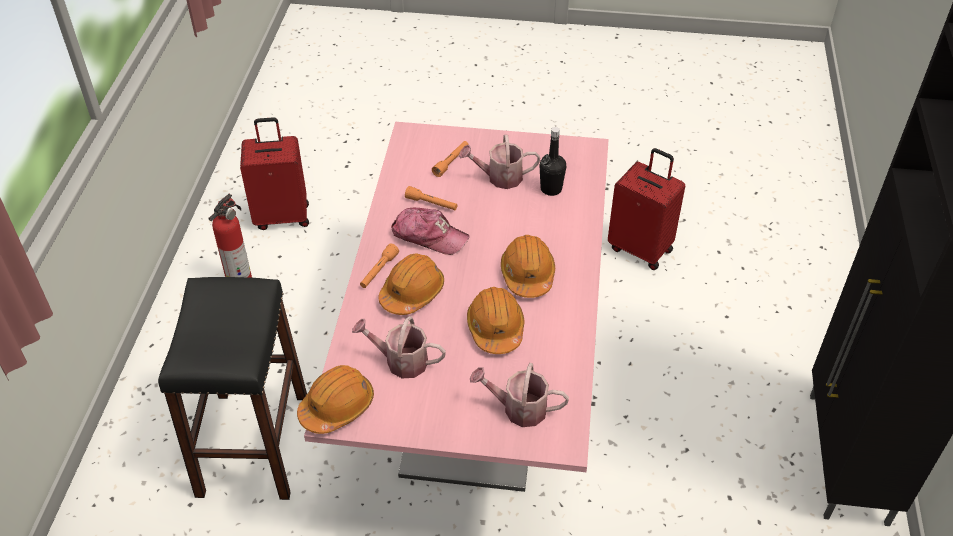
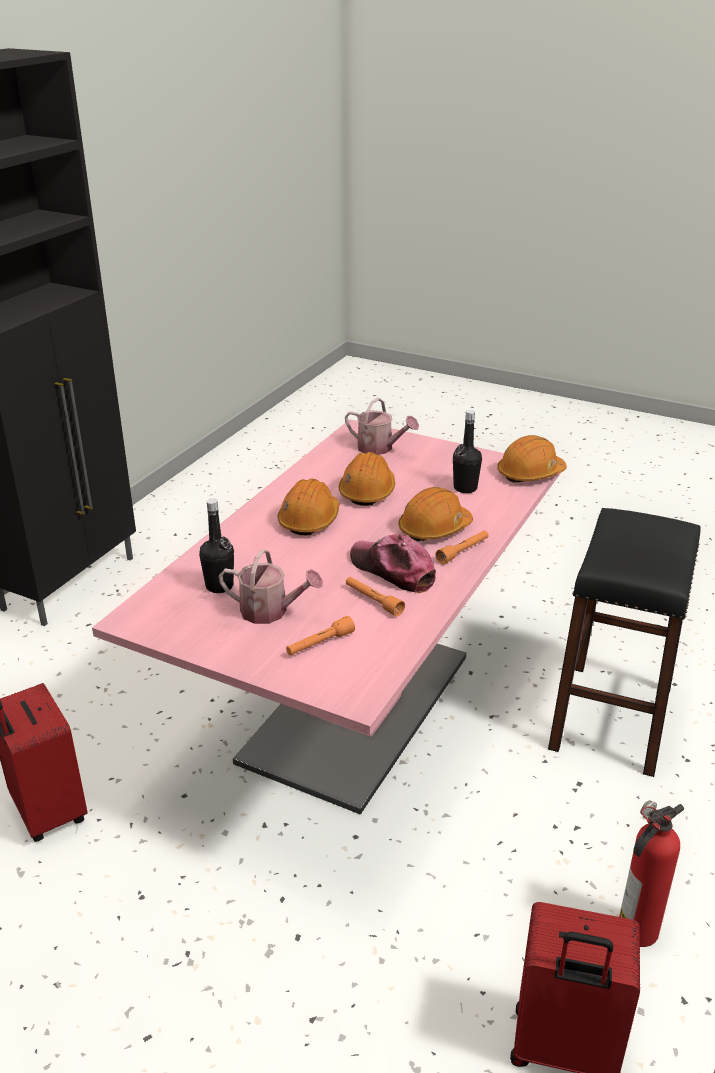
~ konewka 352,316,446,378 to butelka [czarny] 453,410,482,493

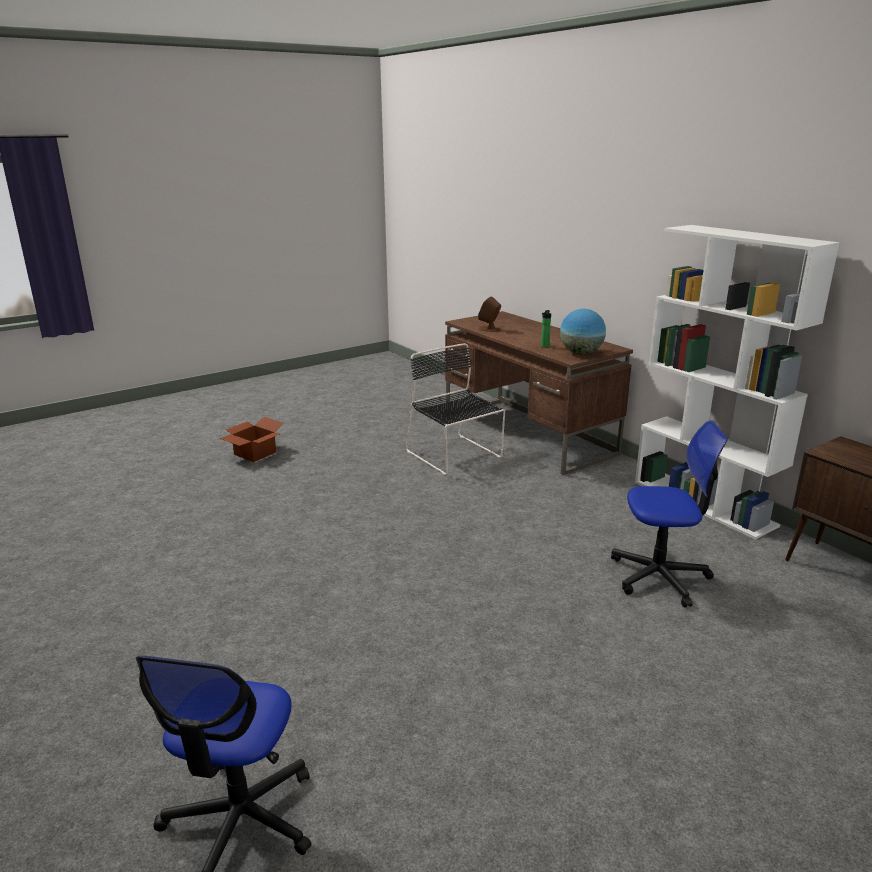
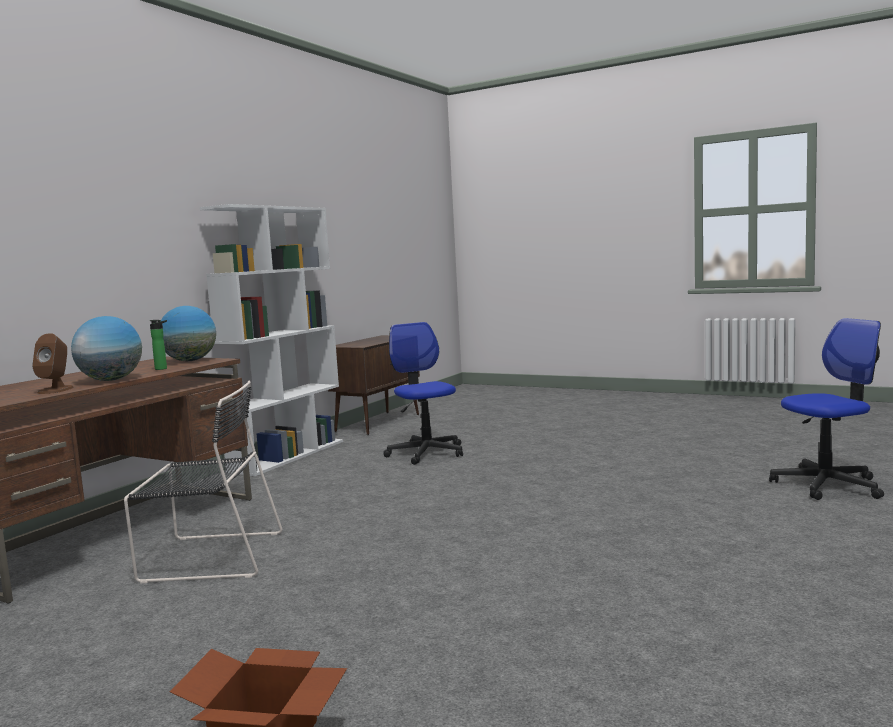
+ globus 71,316,142,381
~ krzesło [czarny] 406,343,505,475 = 124,381,282,583 120 degrees counterclockwise

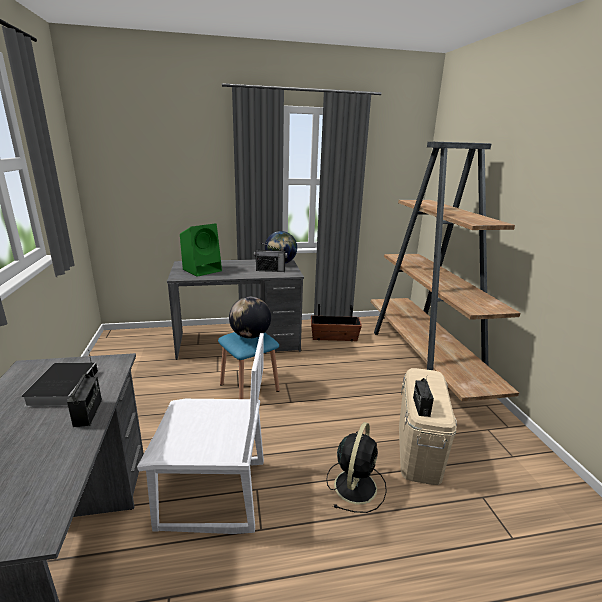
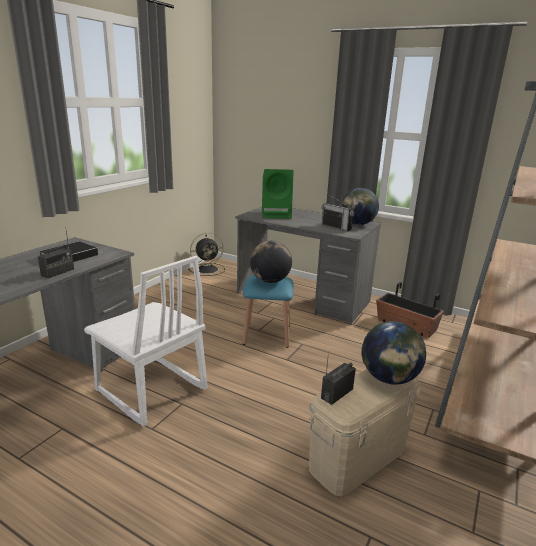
~ wentylator [czarny] 326,422,387,513 to 188,232,225,276
+ globus 361,321,426,385

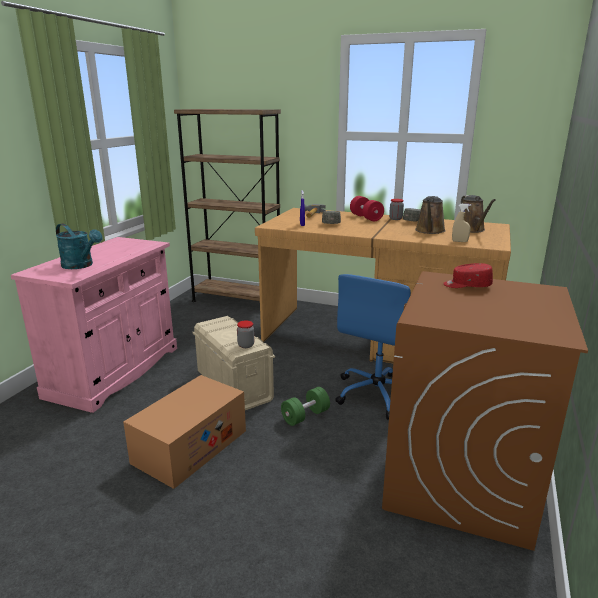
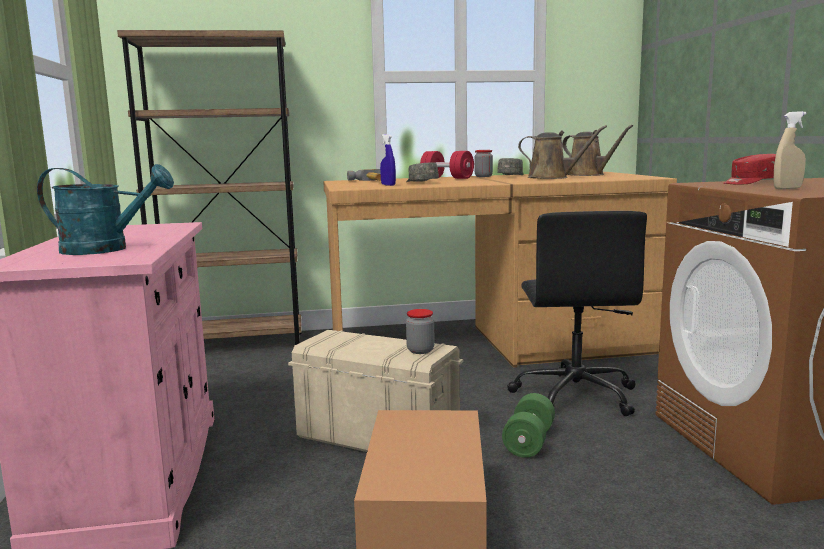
~ krzesło biurowe [niebieski] 335,274,411,420 to krzesło biurowe [czarny] 507,211,647,416
~ konewka [brązowy] 415,196,446,234 = 518,125,607,179 60 degrees counterclockwise
~ spryskiwacz [beżowy] 452,204,471,242 to 774,111,807,189

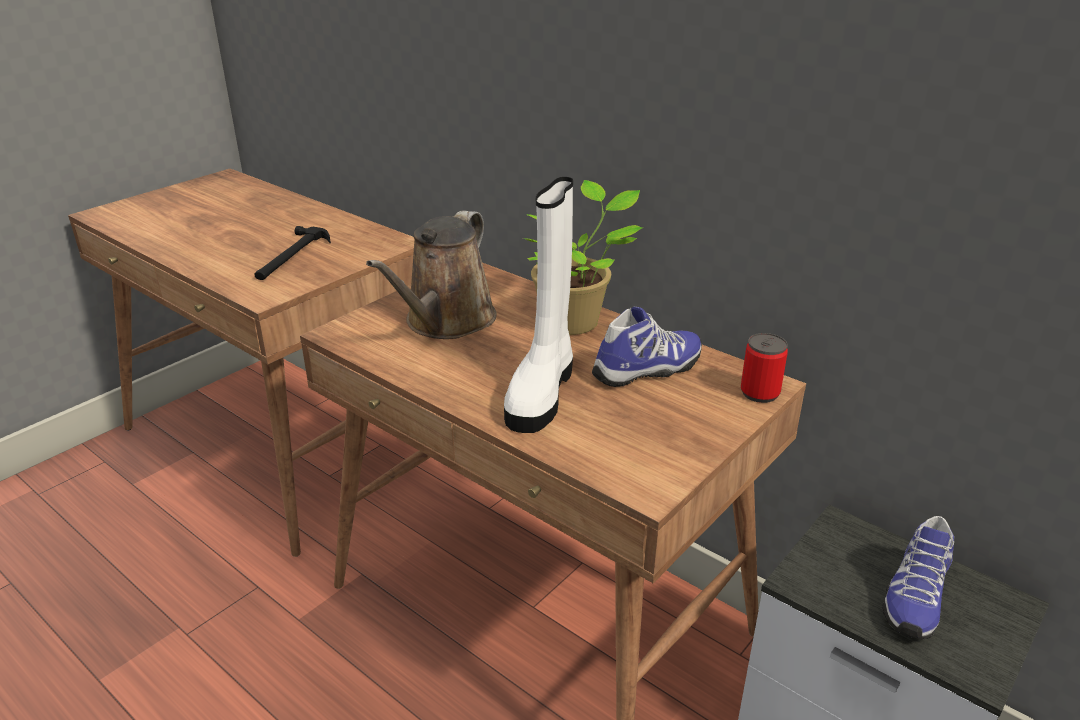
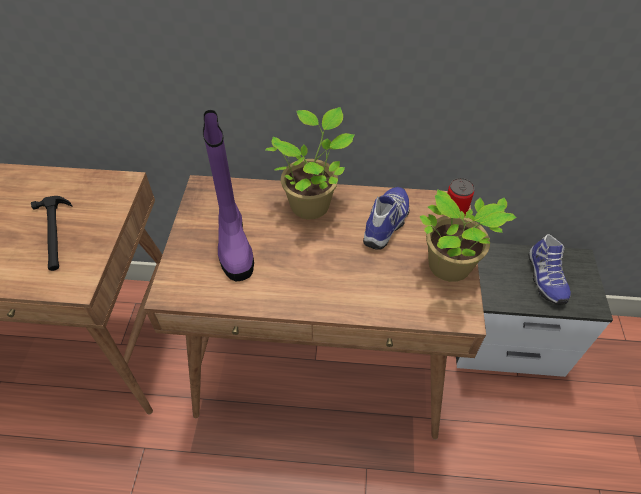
~ konewka [brązowy] 366,211,497,339 to but z cholewką [fioletowy] 203,110,254,281
+ roślina doniczkowa 420,189,517,282
- but z cholewką [biały] 504,177,573,433

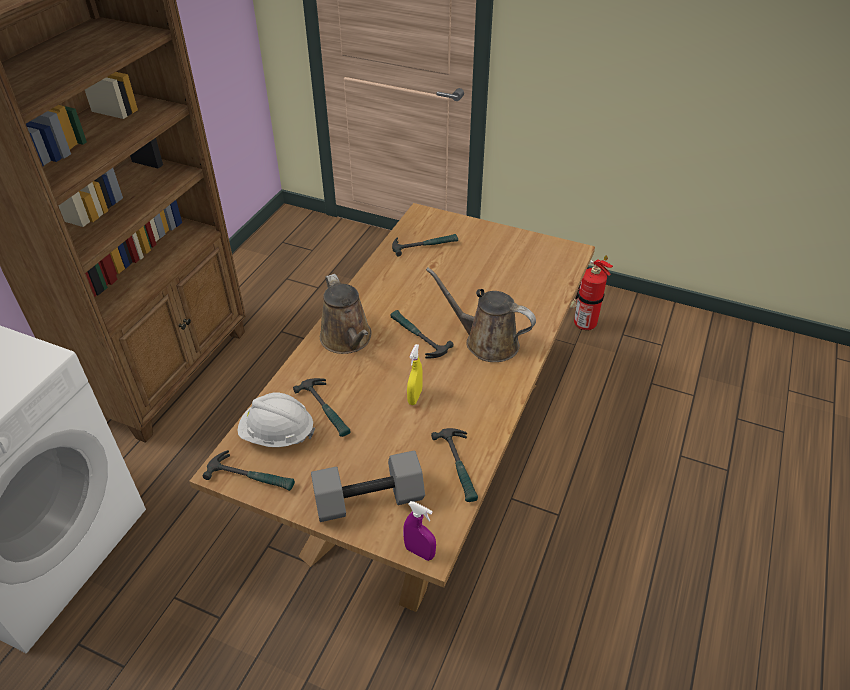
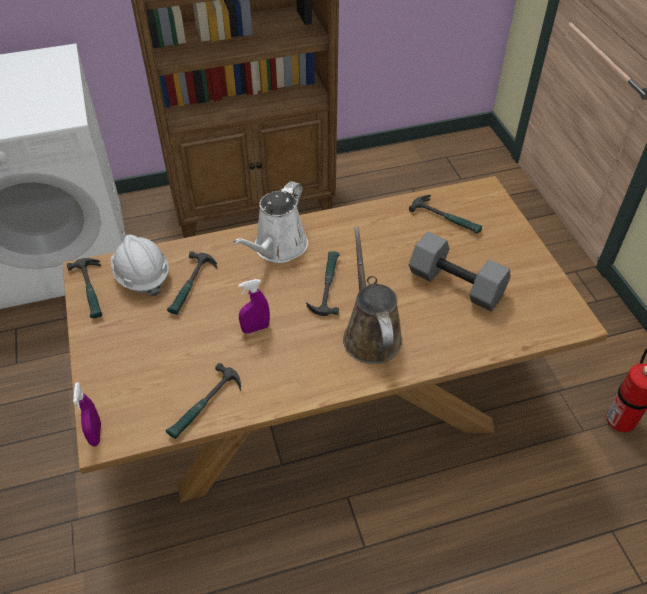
~ konewka [brązowy] 320,274,372,354 to konewka [biały] 232,181,308,263
~ spryskiwacz [żółty] 407,344,423,405 to spryskiwacz [fioletowy] 238,279,270,334
~ hantel [szary] 311,450,425,522 to 409,232,511,311

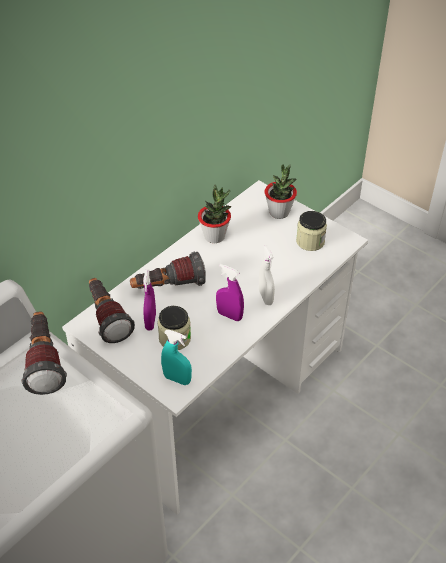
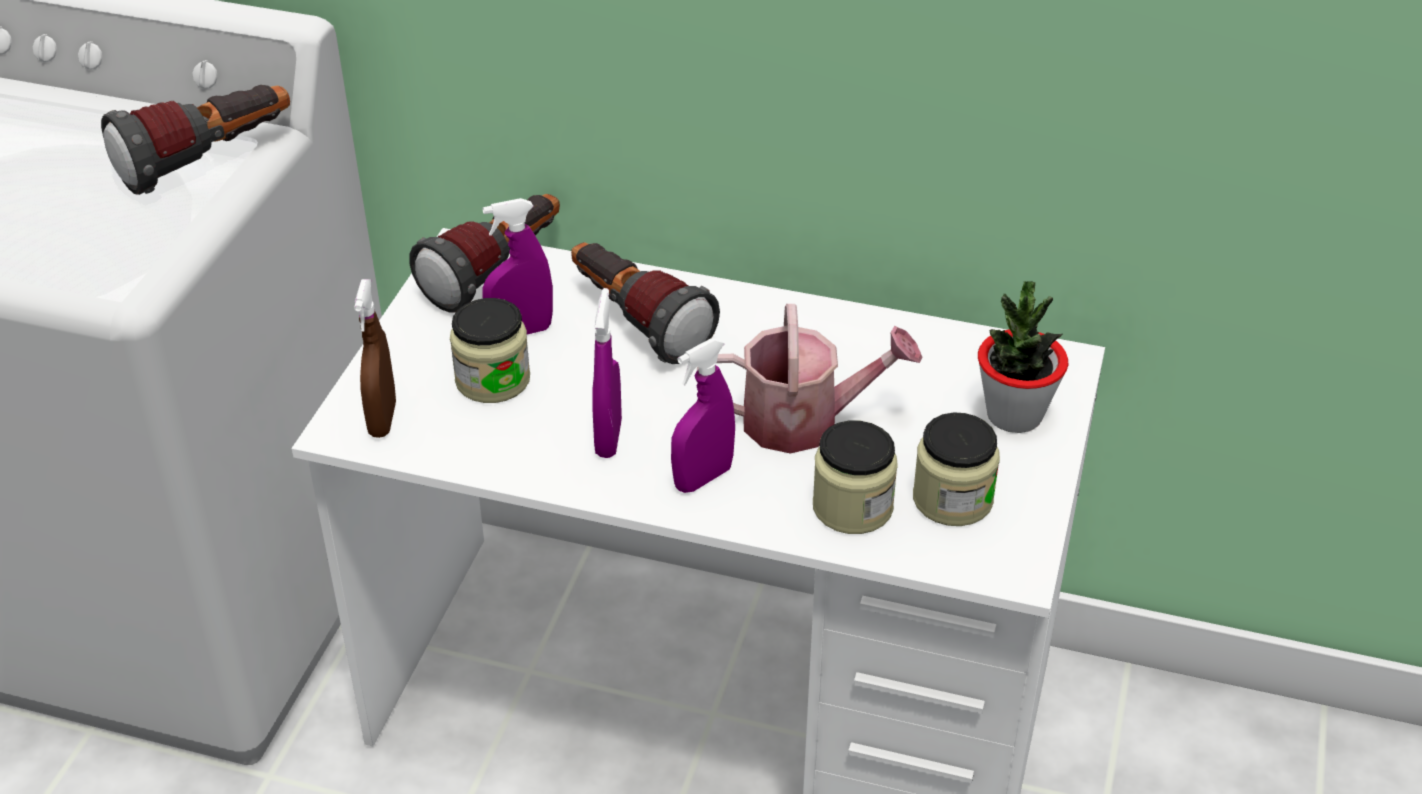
~ spryskiwacz [turkusowy] 161,330,192,385 to spryskiwacz [brązowy] 354,279,396,438
~ spryskiwacz [biały] 259,245,275,305 to spryskiwacz [fioletowy] 671,338,735,493
+ konewka 697,304,922,454
+ słoik 813,420,898,534
- roślina doniczkowa 198,185,232,243

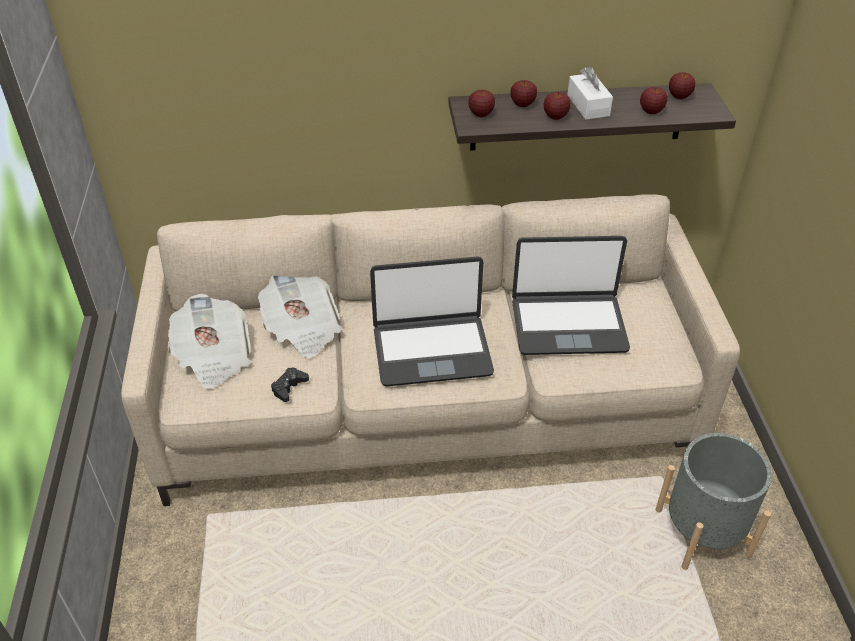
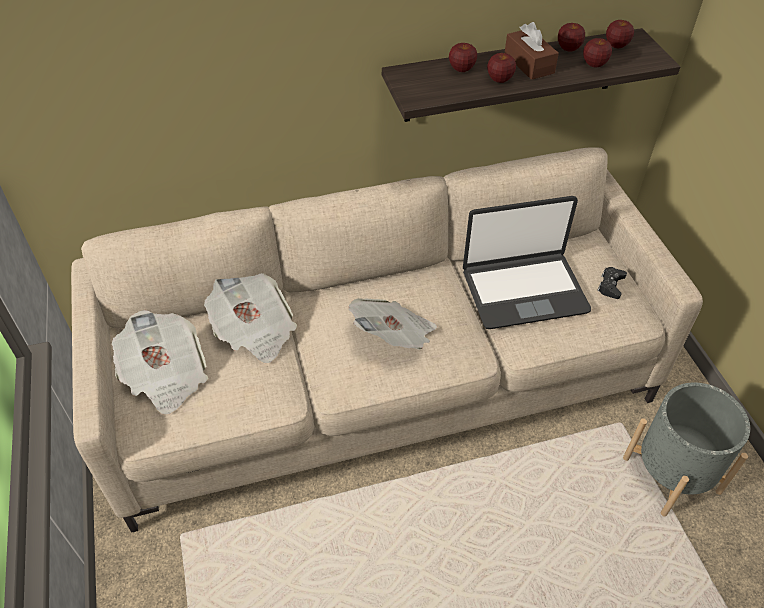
~ laptop 370,256,494,386 to gazeta 349,298,437,349
~ pudełko chusteczek [biały] 567,66,613,120 to pudełko chusteczek [brązowy] 505,22,559,80
~ jabłko 468,90,495,117 to 558,23,585,52
~ pad do gier [czarny] 271,368,309,402 to 597,267,627,299

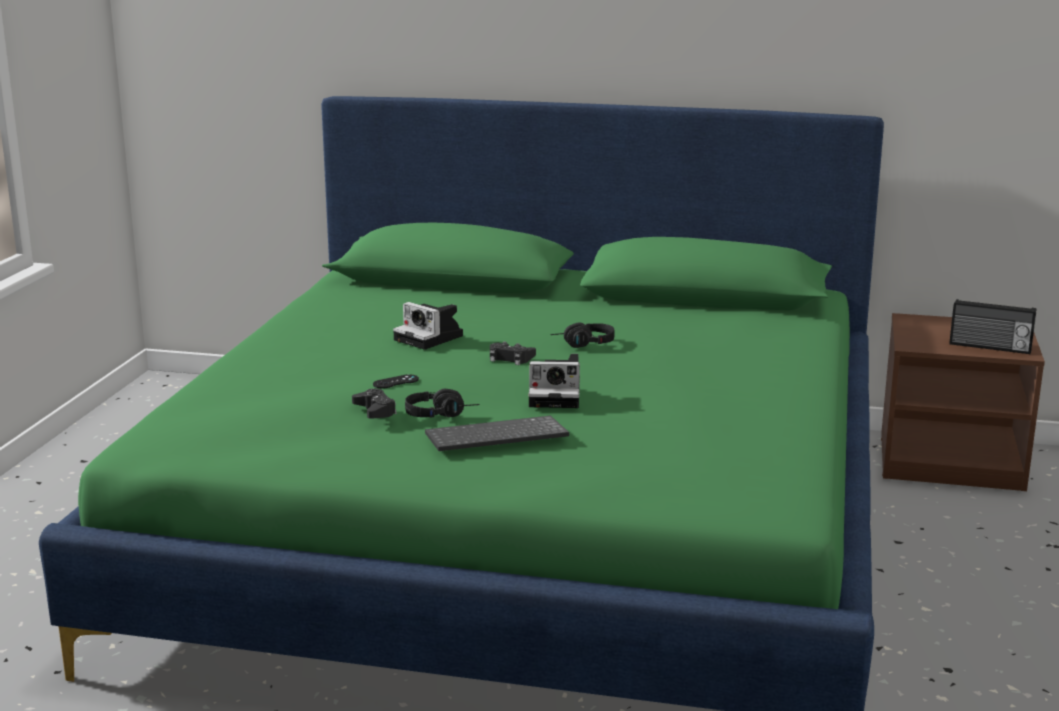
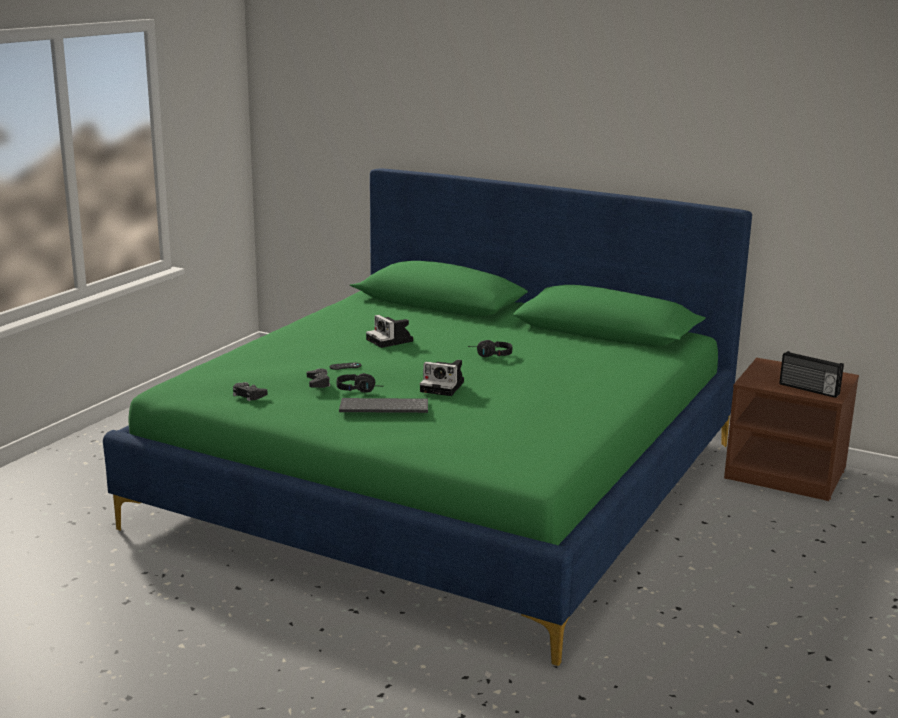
~ pad do gier [czarny] 490,342,536,365 to 233,382,268,401

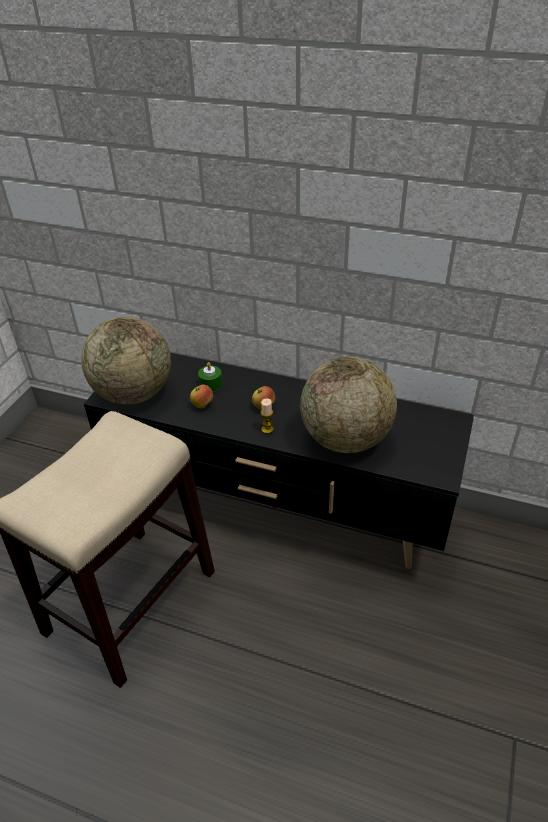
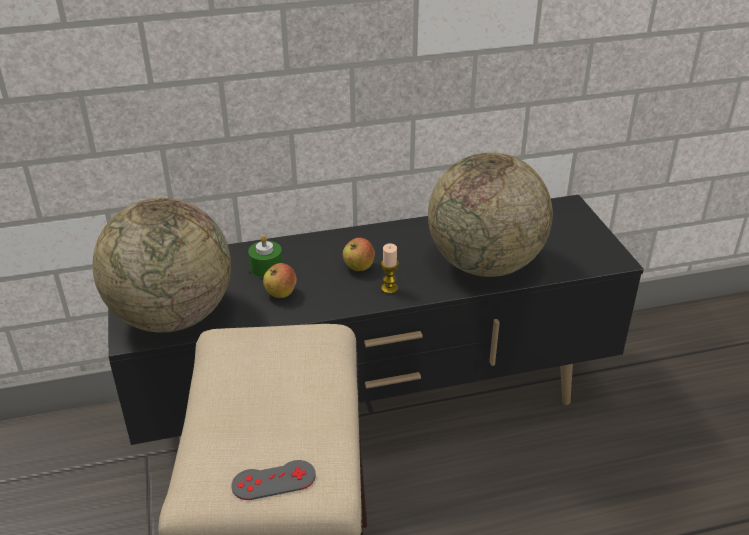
+ pad do gier [szary] 231,460,316,500

